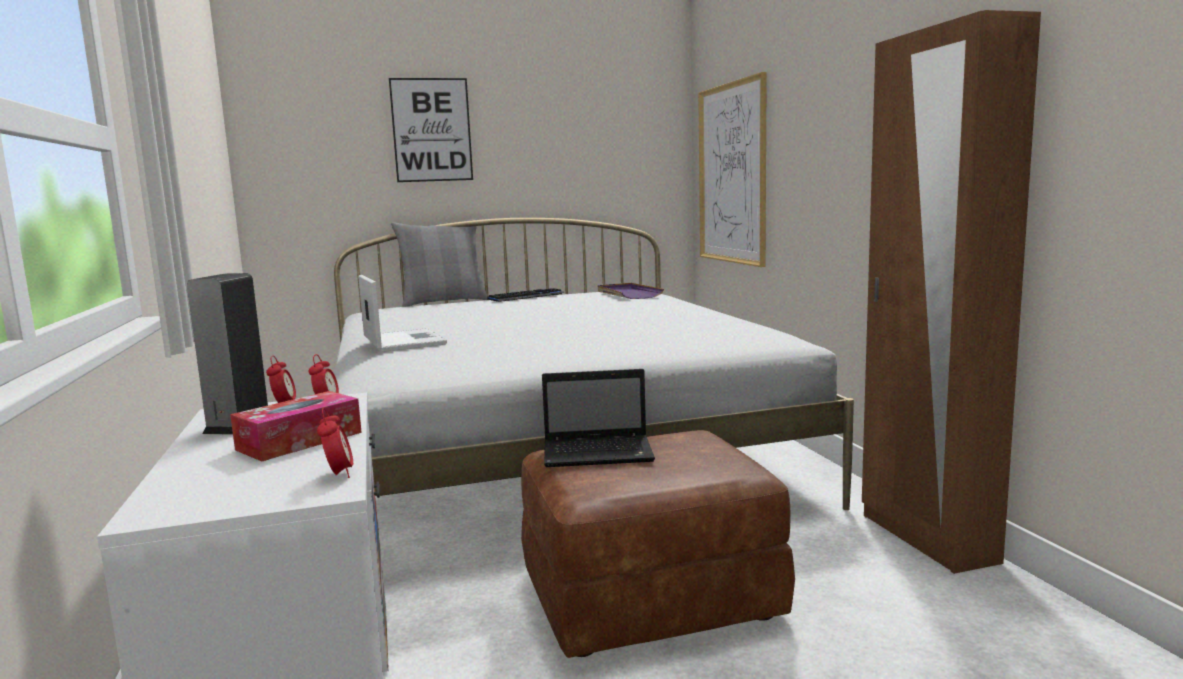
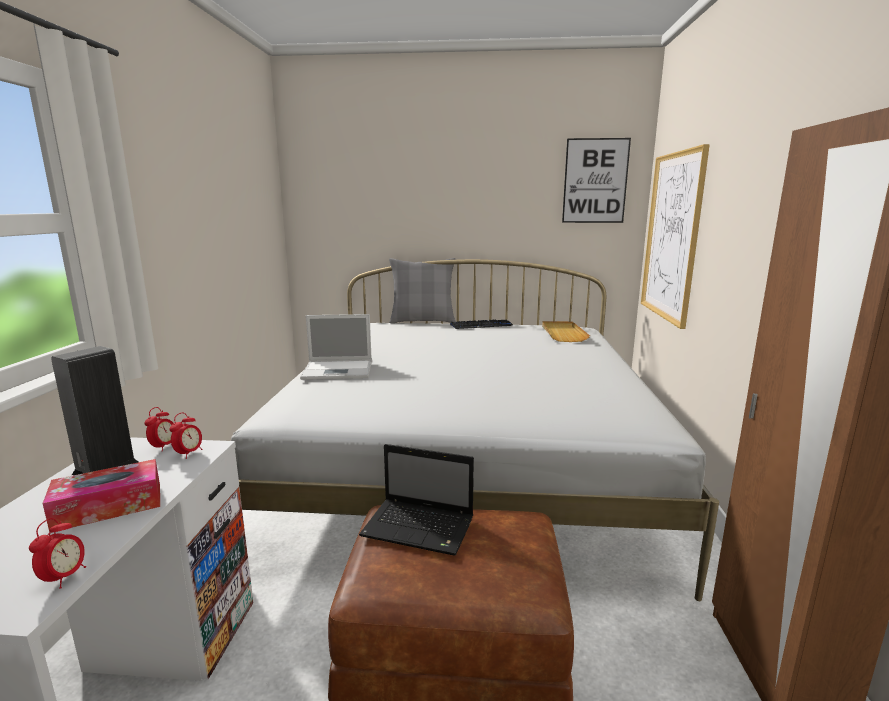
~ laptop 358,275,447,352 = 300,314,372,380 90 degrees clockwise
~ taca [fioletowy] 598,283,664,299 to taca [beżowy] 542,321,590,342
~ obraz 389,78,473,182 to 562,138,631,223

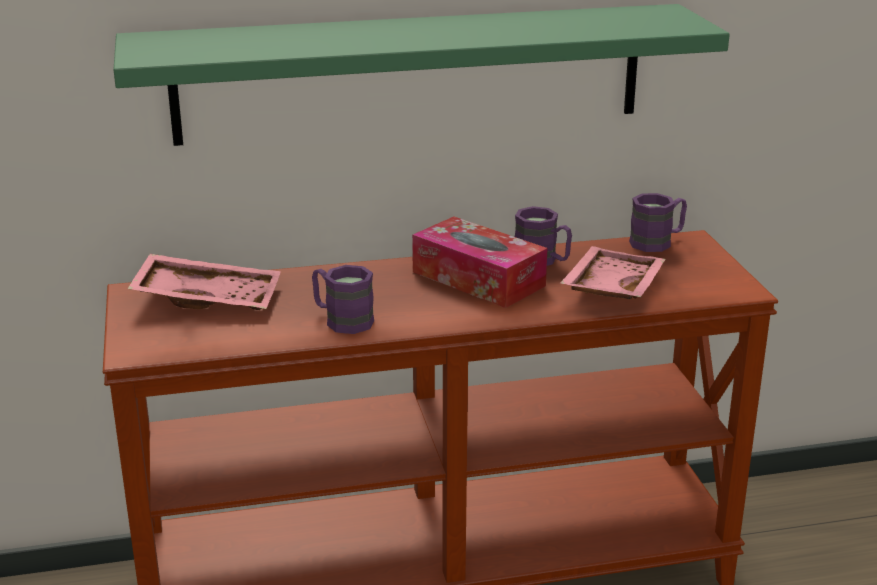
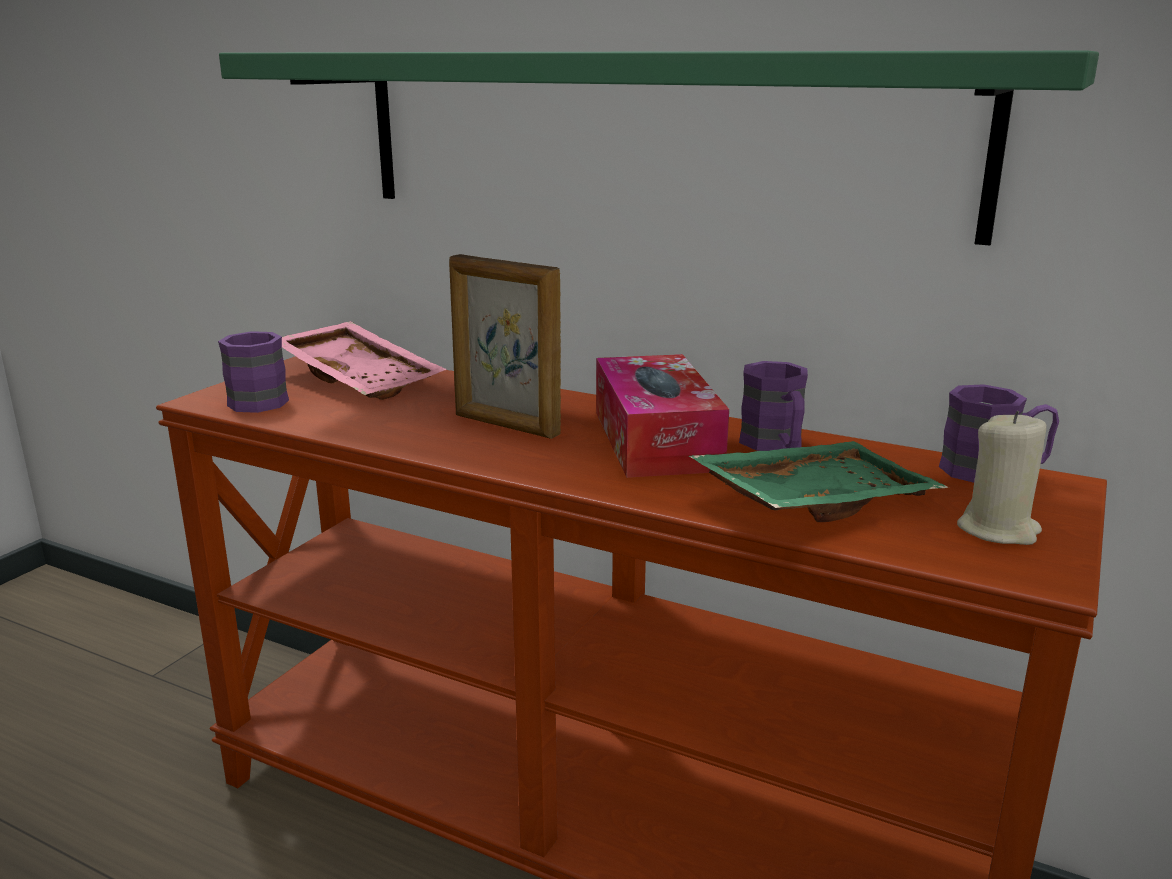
~ kubek [fioletowy] 312,265,374,334 to 218,331,289,413
+ ramka na zdjęcie 449,254,561,439
~ taca [różowy] 560,246,666,299 to taca [zielony] 689,441,949,522
+ świeca [beżowy] 957,411,1047,545

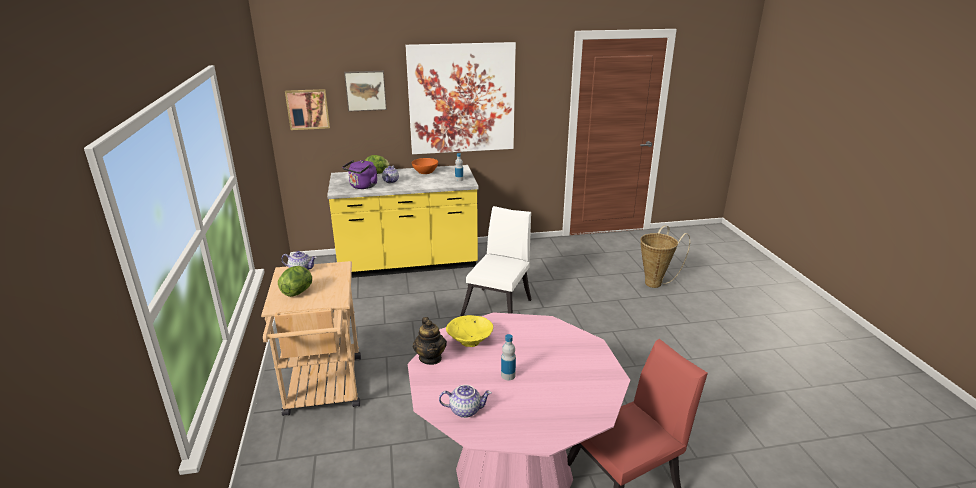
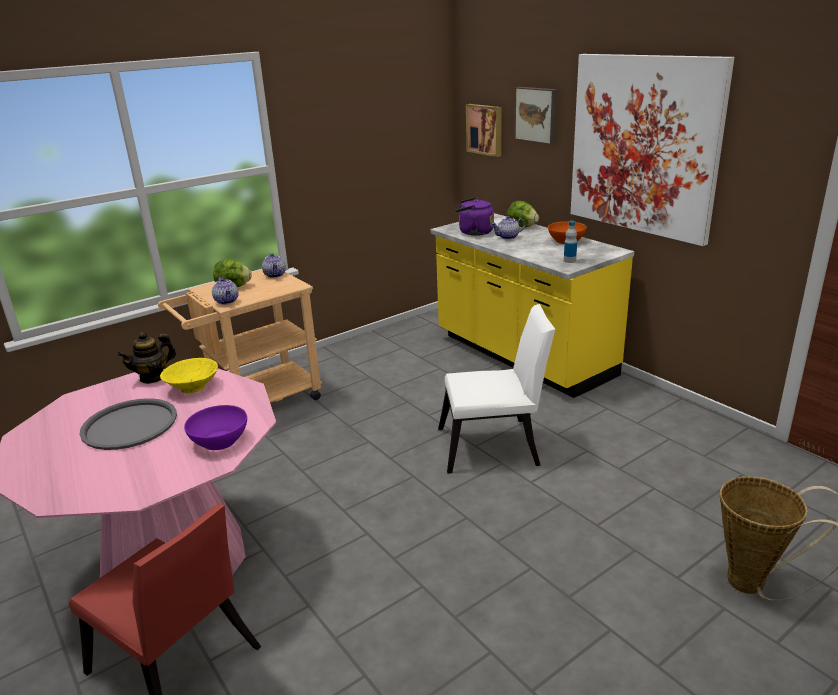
~ butelka 501,334,516,380 to taca [szary] 79,398,177,450
+ miska [fioletowy] 184,405,247,450
~ imbryk 439,385,492,418 to 212,278,239,305

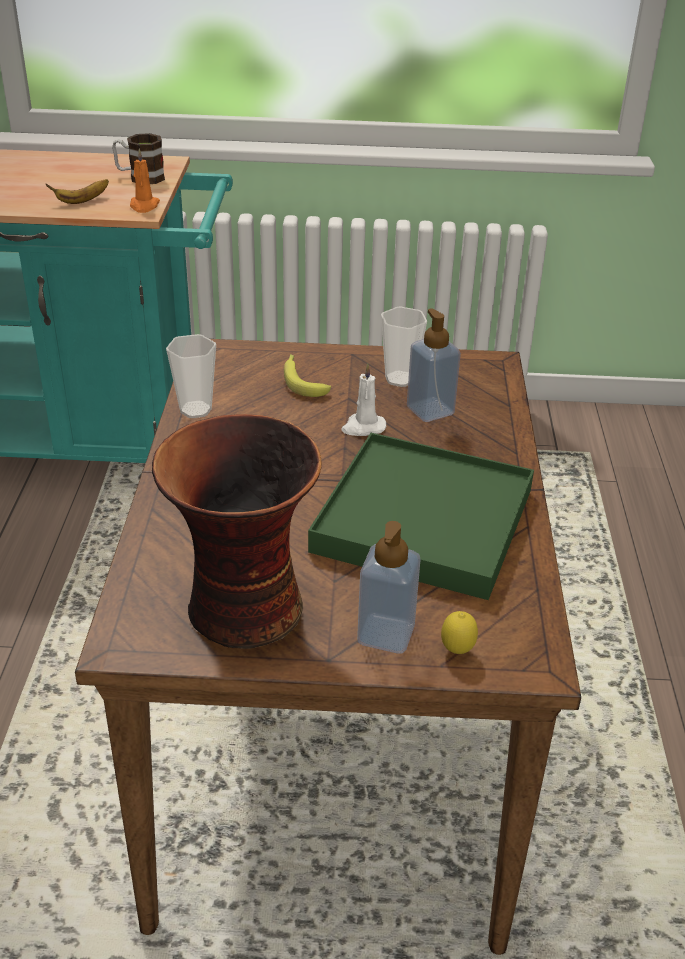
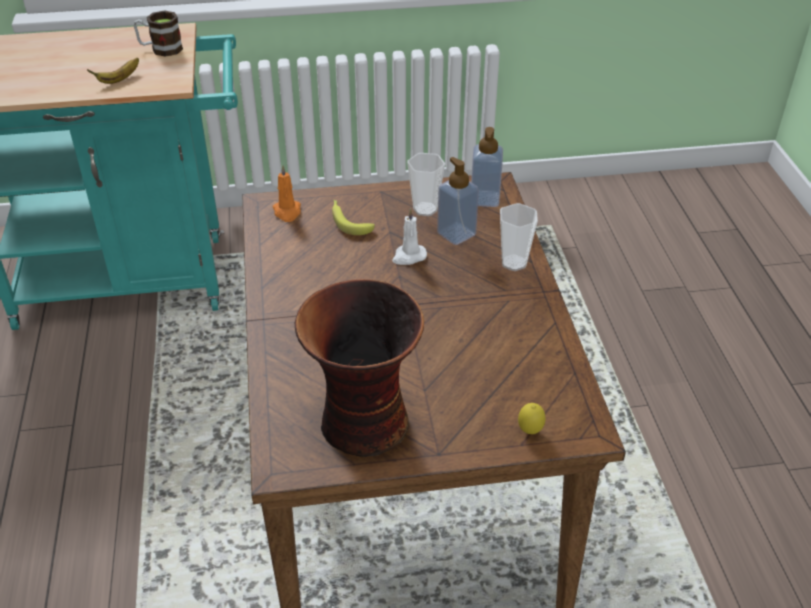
~ świeca [pomarańczowy] 130,149,160,213 to 273,165,301,222
~ dozownik mydła 357,521,421,654 to 471,127,503,207
~ filiżanka 166,334,216,418 to 500,203,538,271
- taca [zielony] 308,433,534,600

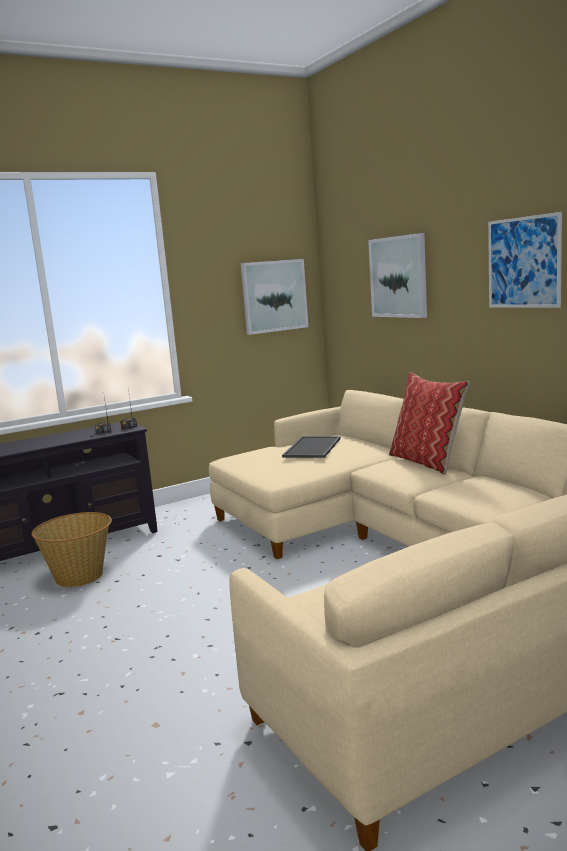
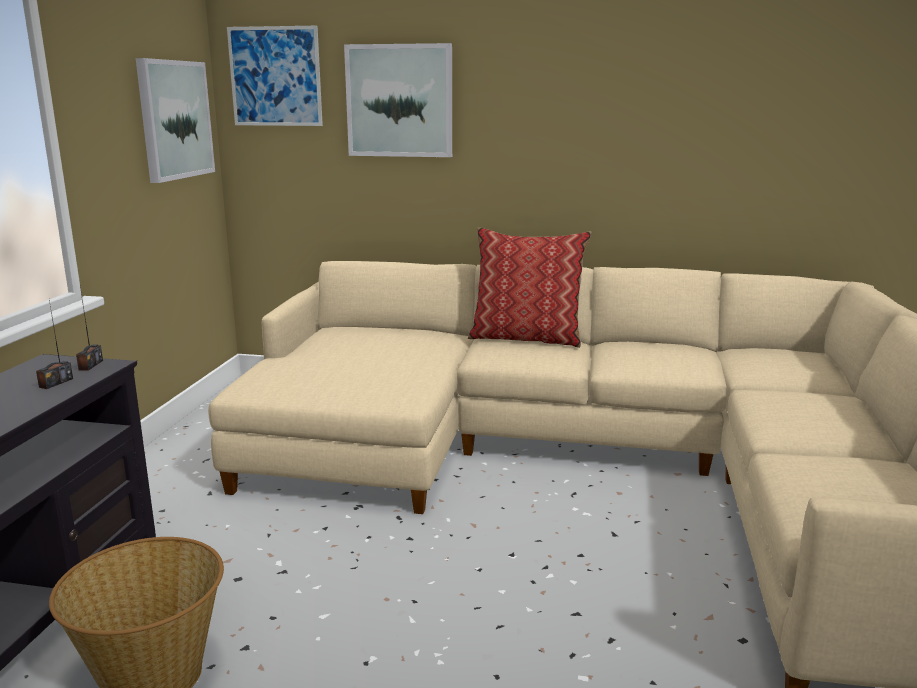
~ obraz 488,212,562,308 to 227,26,323,126
- taca 282,436,341,458

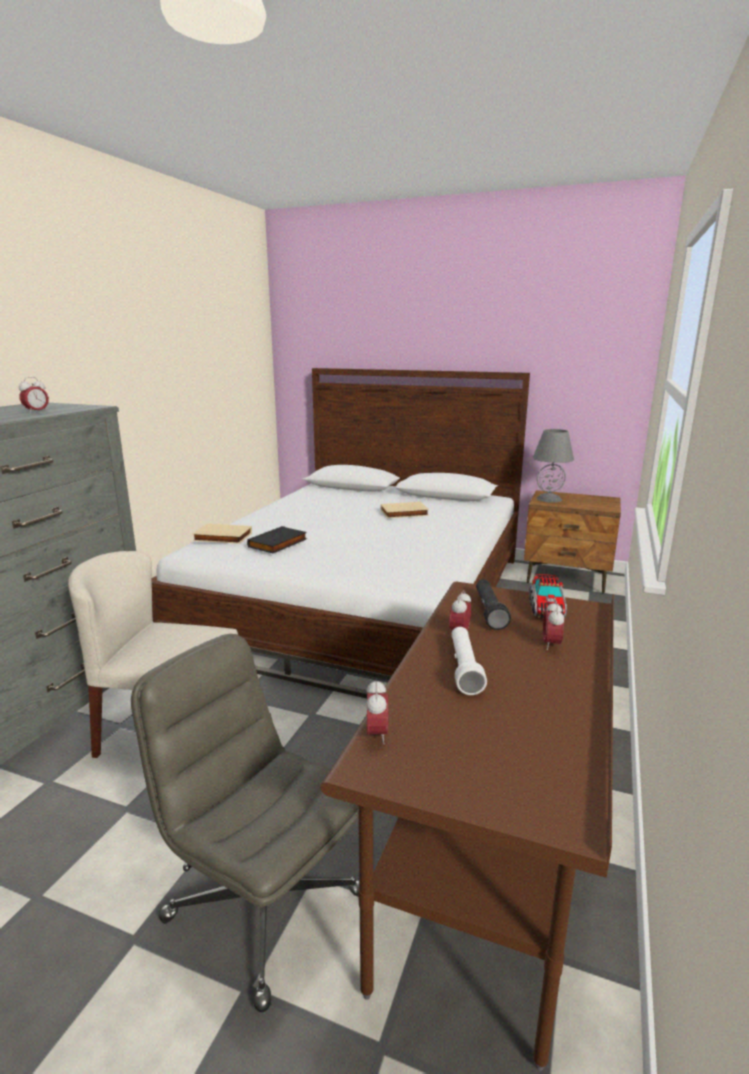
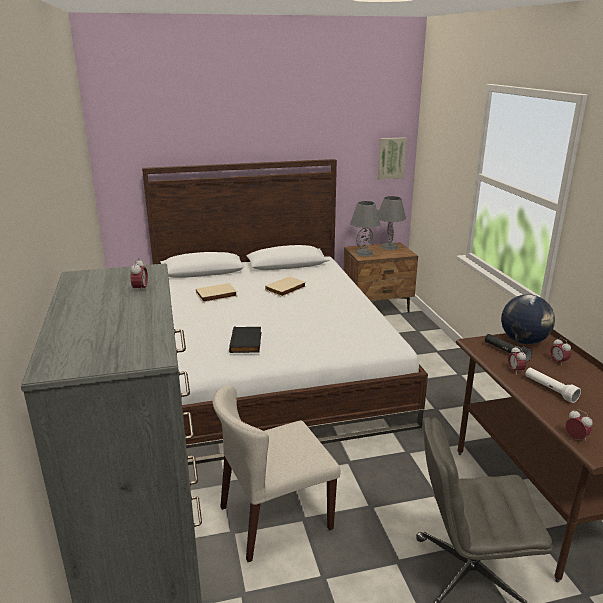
~ książka [beżowy] 192,524,252,544 to 196,283,237,302
+ obraz 378,137,407,179
+ lampa stołowa [szary] 378,196,406,250
~ ciężarówka zabawkowa 529,574,567,618 to globus 501,294,555,344

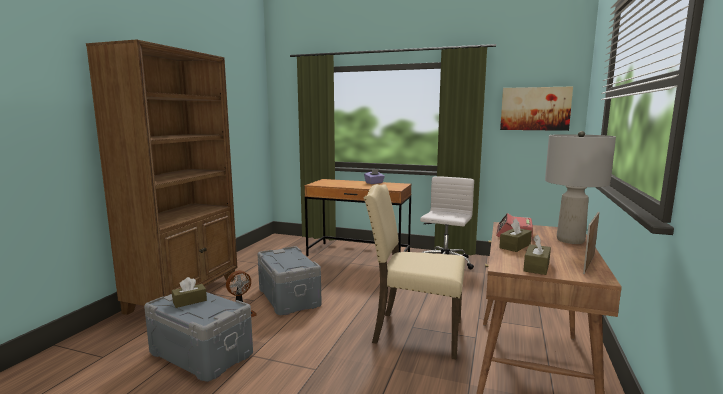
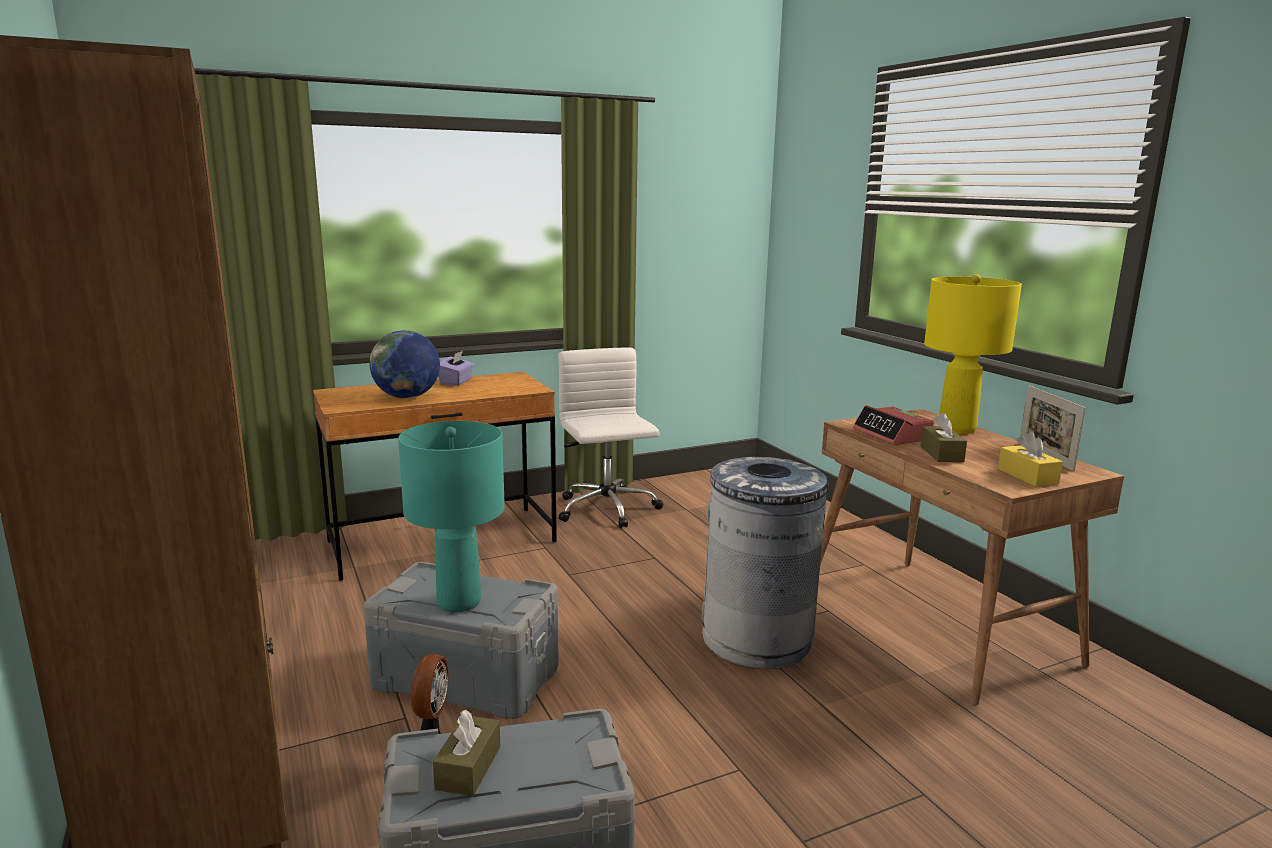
+ globus 370,330,440,398
+ lampa stołowa [turkusowy] 398,421,505,612
~ krzesło [beżowy] 364,184,465,359 to kosz na śmieci [szary] 702,457,829,669
~ lampa stołowa [szary] 545,131,616,244 to lampa stołowa [żółty] 924,274,1022,434
~ pudełko chusteczek [brązowy] 523,235,551,275 to pudełko chusteczek [żółty] 998,432,1063,487
- obraz 500,86,573,131

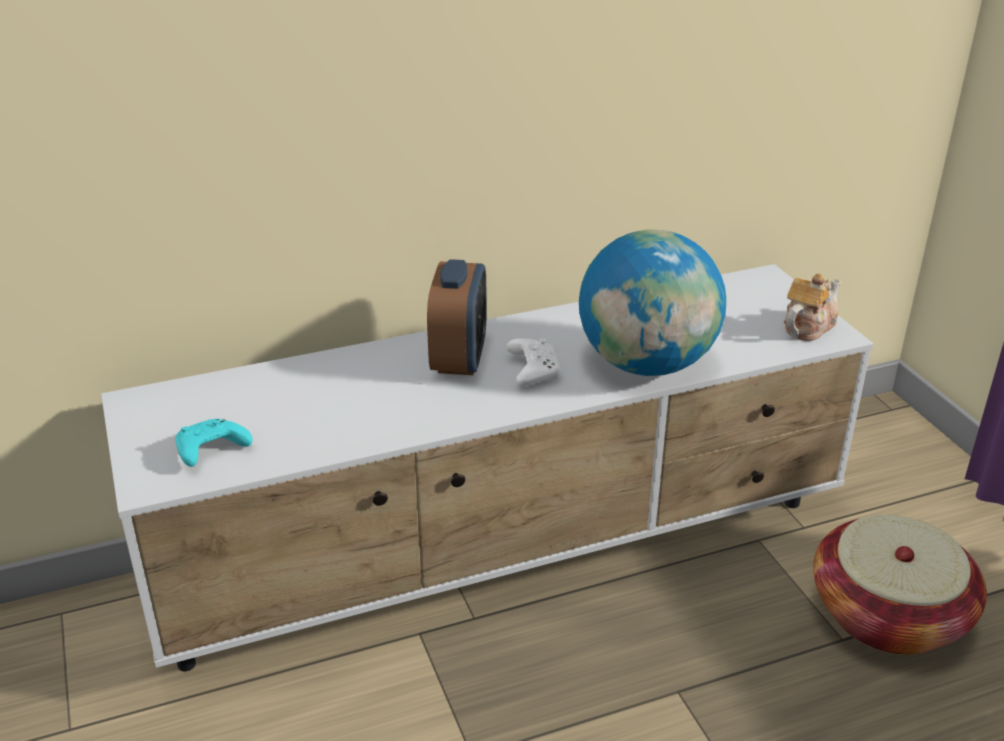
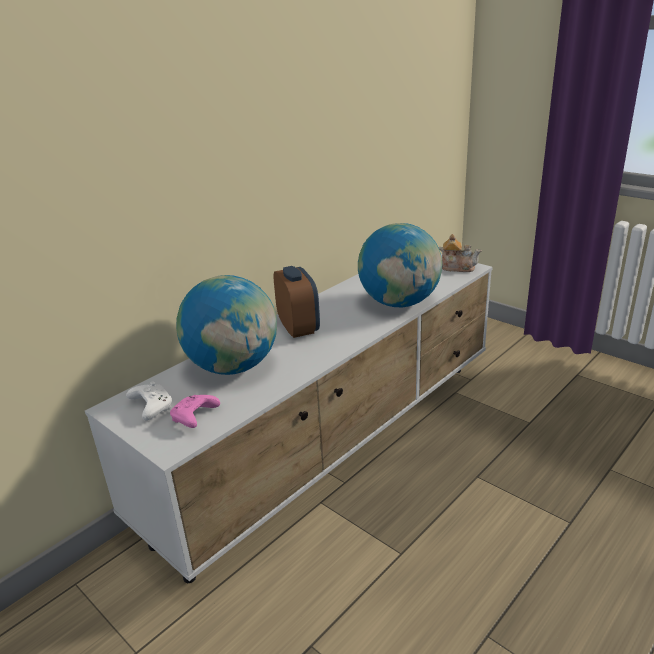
~ pad do gier [biały] 506,338,560,386 to 126,382,172,420
~ pad do gier [turkusowy] 175,419,252,467 to pad do gier [różowy] 170,395,220,428
+ globus 176,275,277,375
~ imbryk 784,273,841,341 = 439,234,482,272 90 degrees clockwise
- koszyk 813,515,987,655

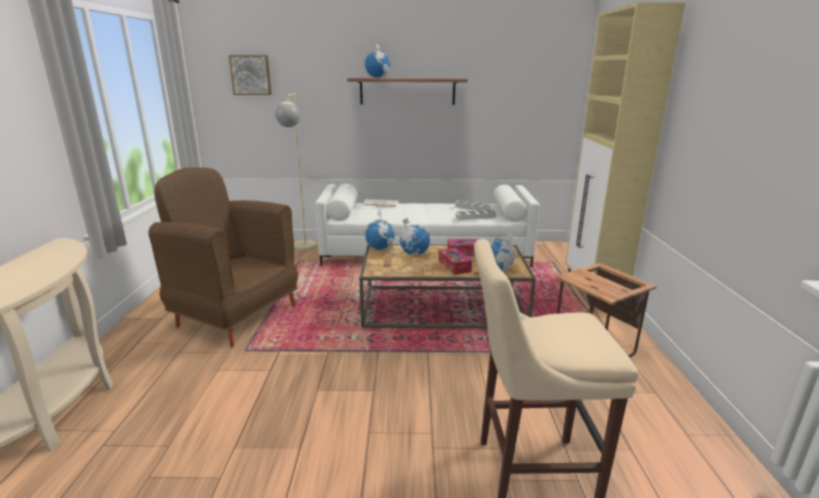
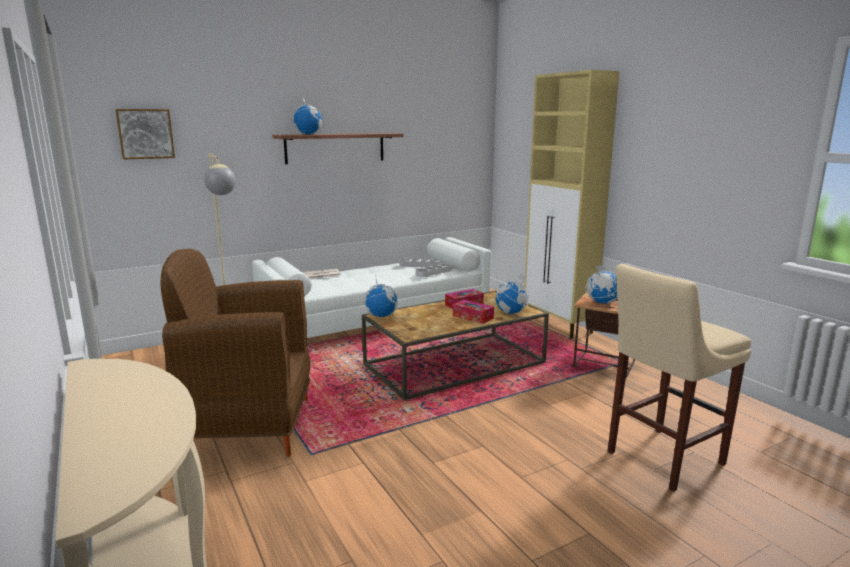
~ globus 399,218,430,256 to 585,264,617,304

